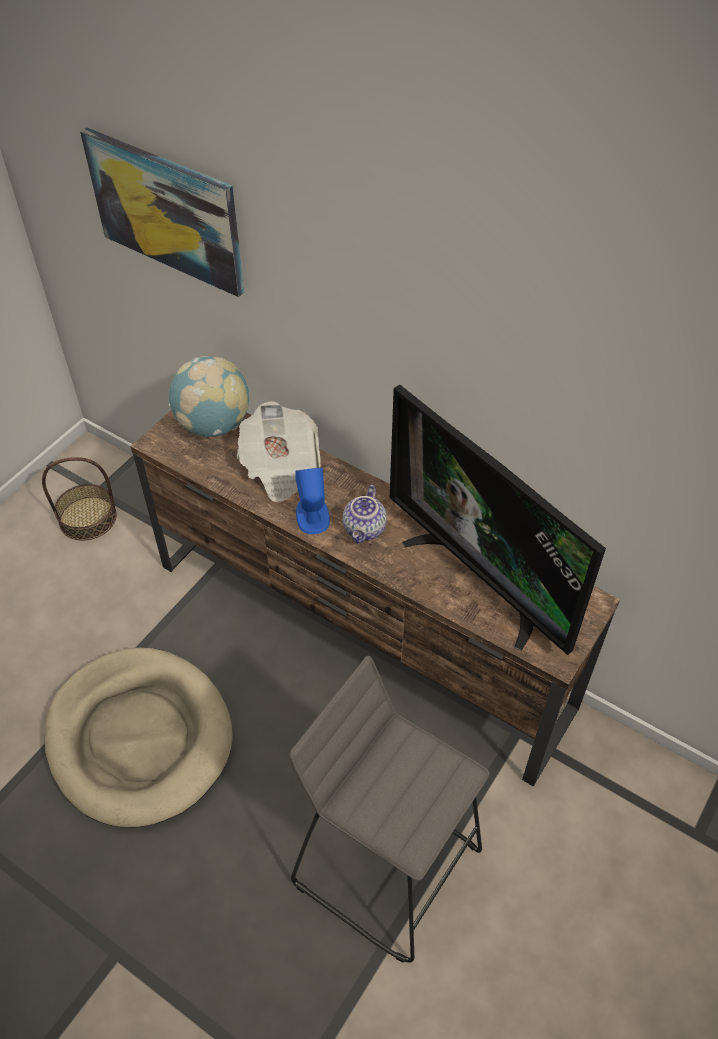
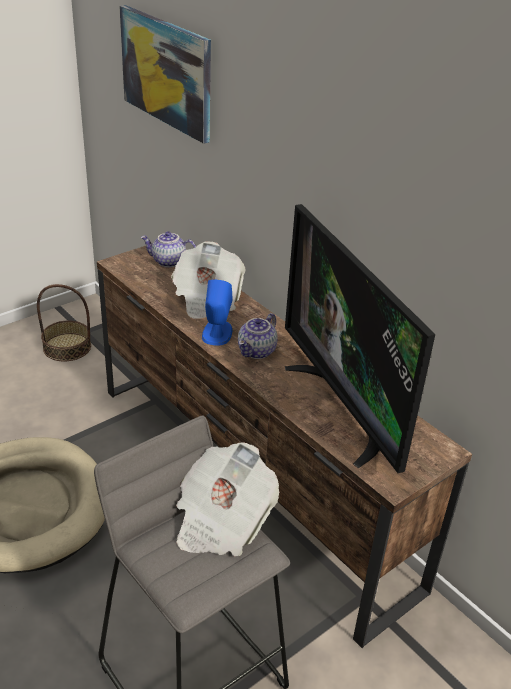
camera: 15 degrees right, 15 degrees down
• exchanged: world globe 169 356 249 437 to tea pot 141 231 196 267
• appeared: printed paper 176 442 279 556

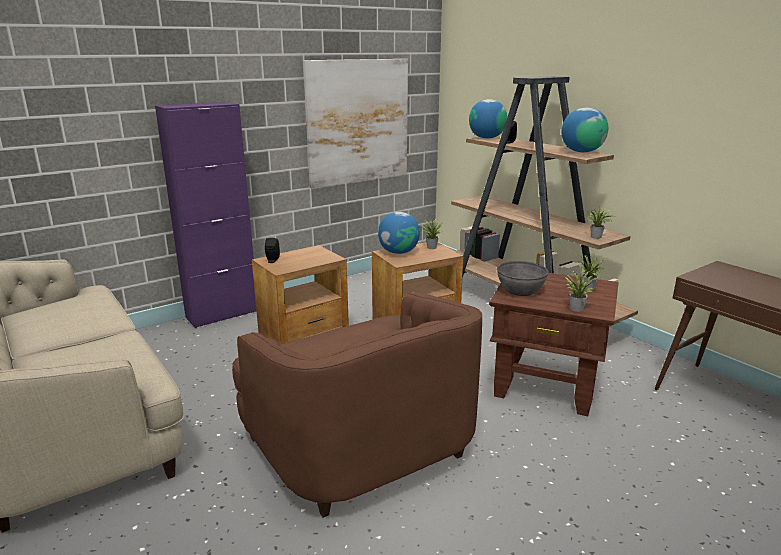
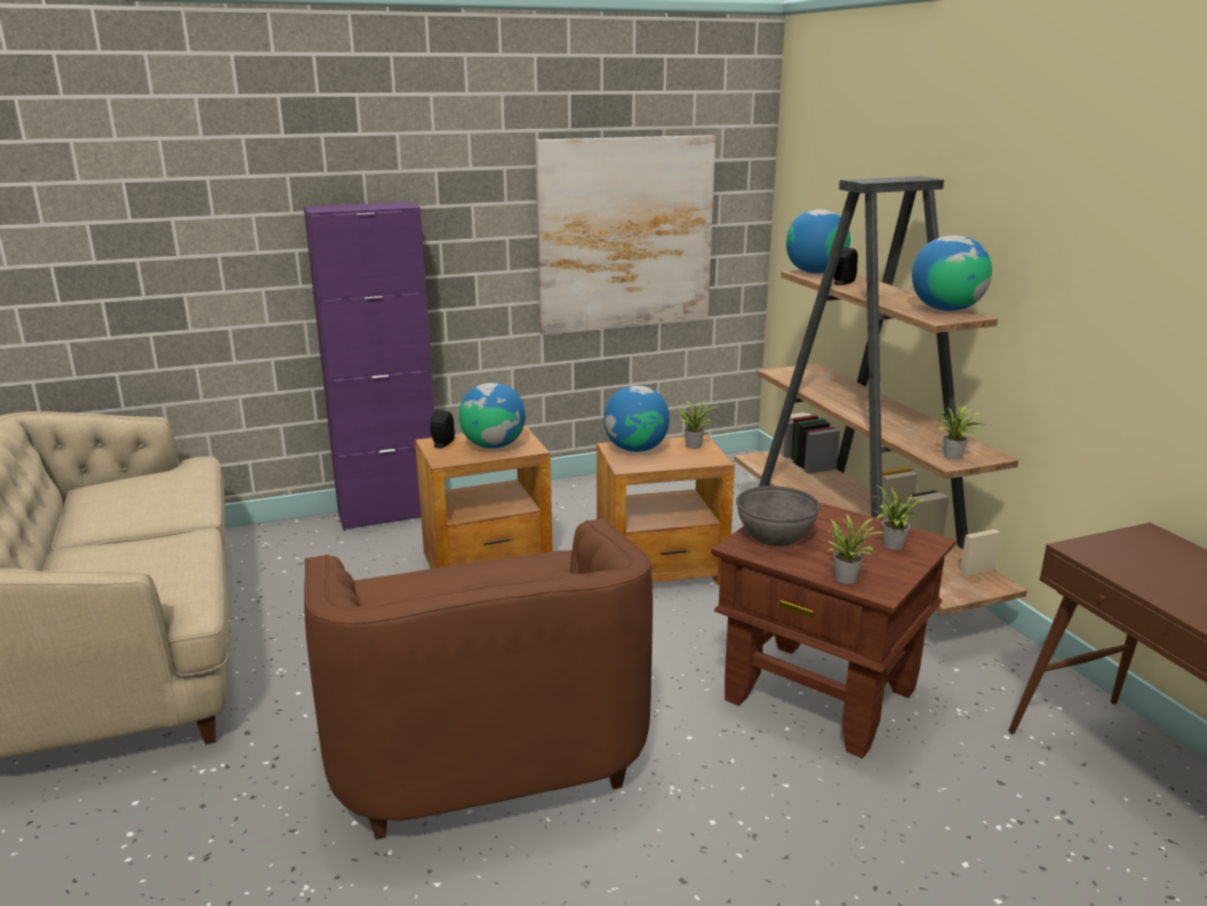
camera: 15 degrees right, 0 degrees up
• appeared: world globe 459 383 526 448

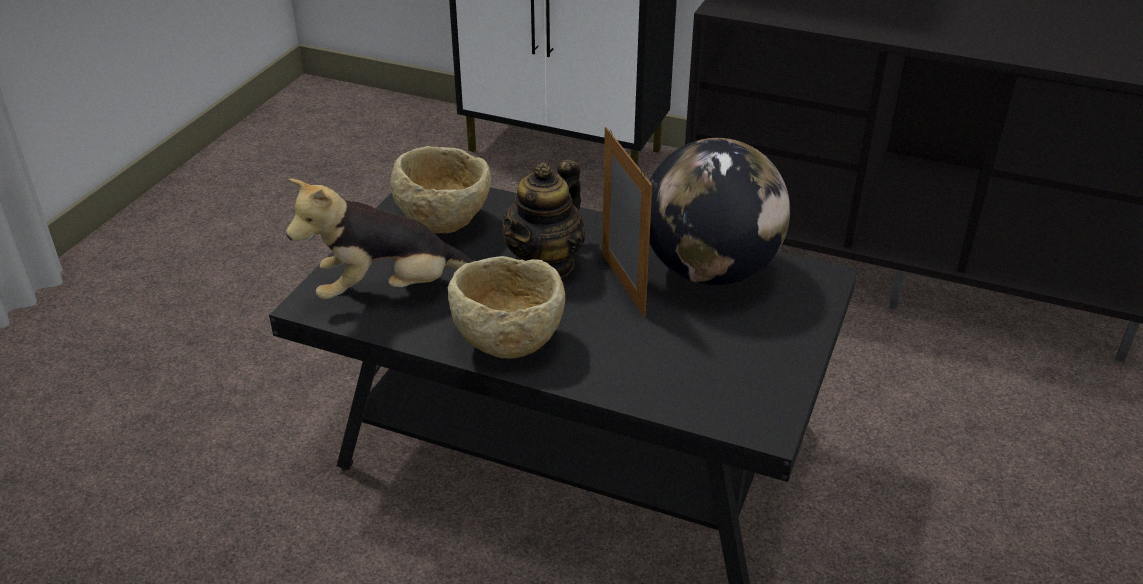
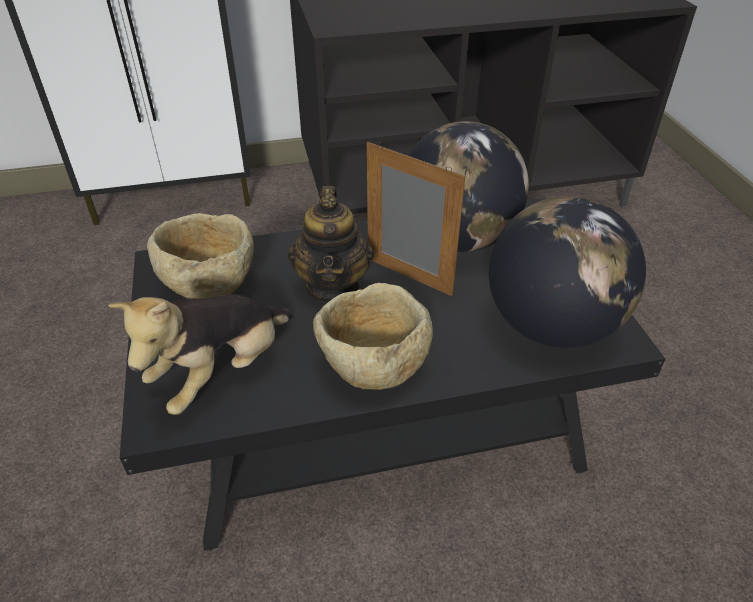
camera: 35 degrees left, 5 degrees up
• appeared: world globe 489 196 646 348

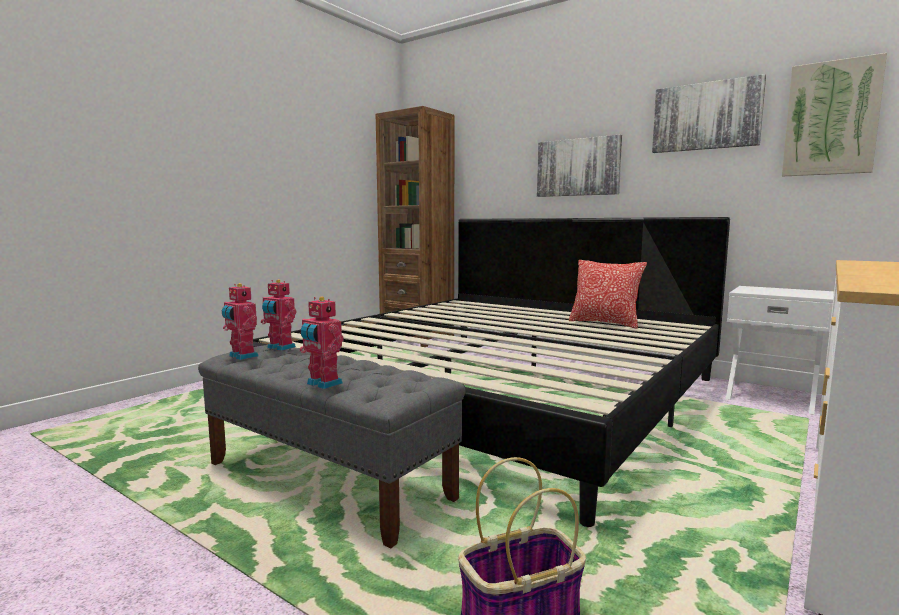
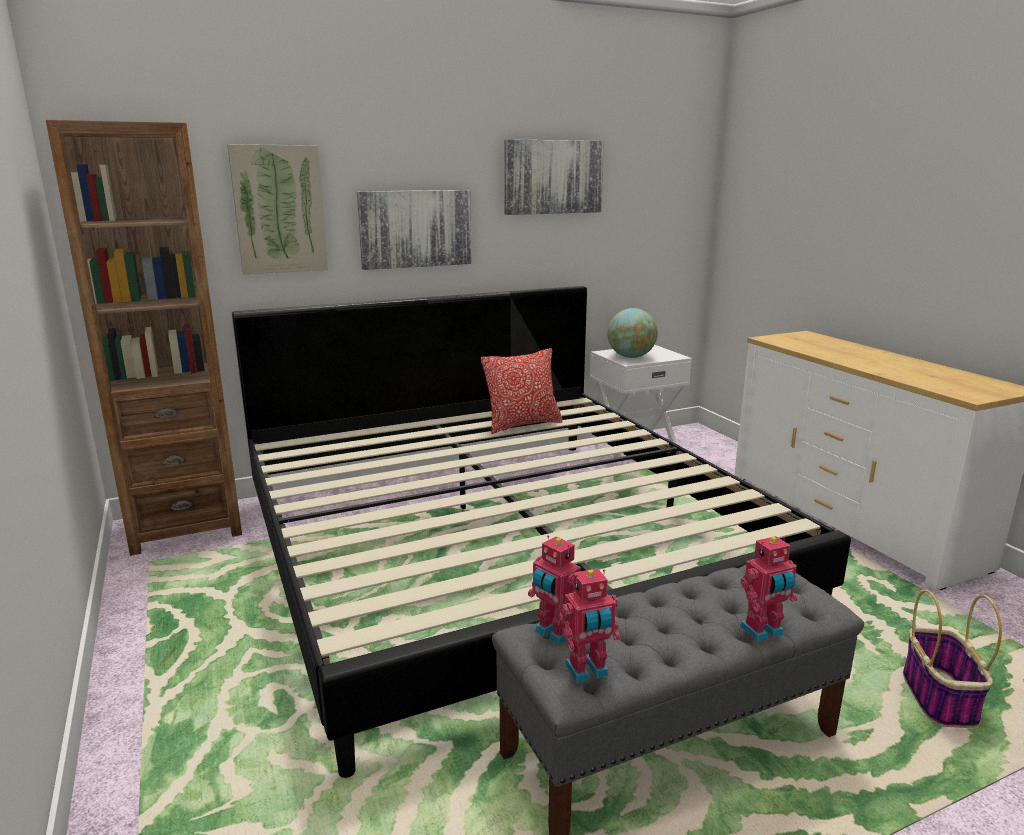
camera: 60 degrees left, 10 degrees up
• spun: model robot 261 279 296 351 = 528 535 581 645 75 degrees clockwise
• relocated: wall picture 782 53 887 177 to 227 144 328 275
• appeared: world globe 607 308 658 358

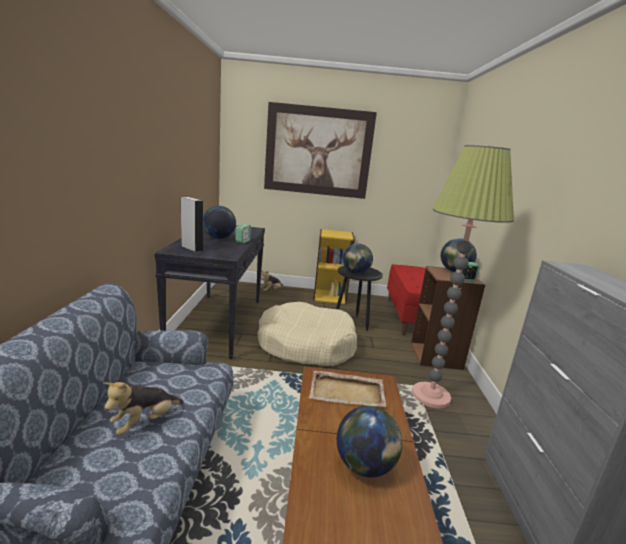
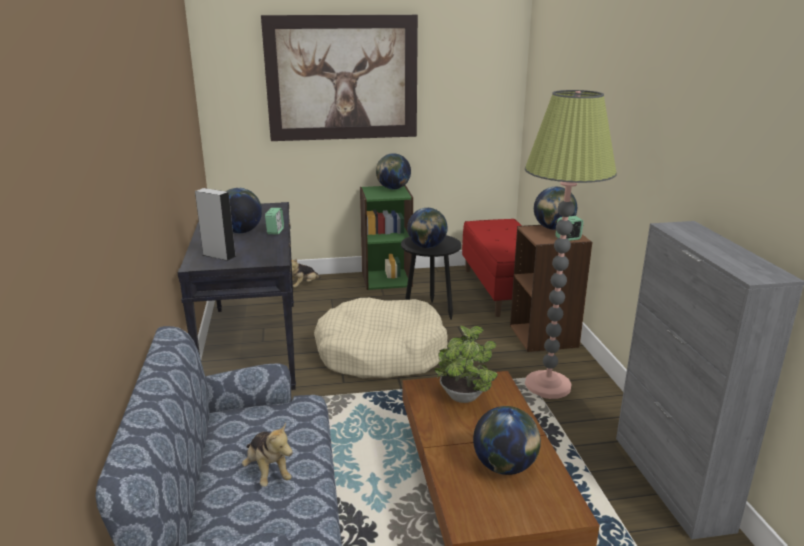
camera: 10 degrees left, 5 degrees up
• spun: plush toy 104 382 183 435 = 242 422 293 487 60 degrees counterclockwise
• exchanged: tray/beige-coloured 309 371 386 407 to houseplant 434 325 498 403
• colour: shelving unit/yellow-coloured 313 229 355 304 to shelving unit/green 360 185 413 290
• appeared: world globe 376 153 411 190

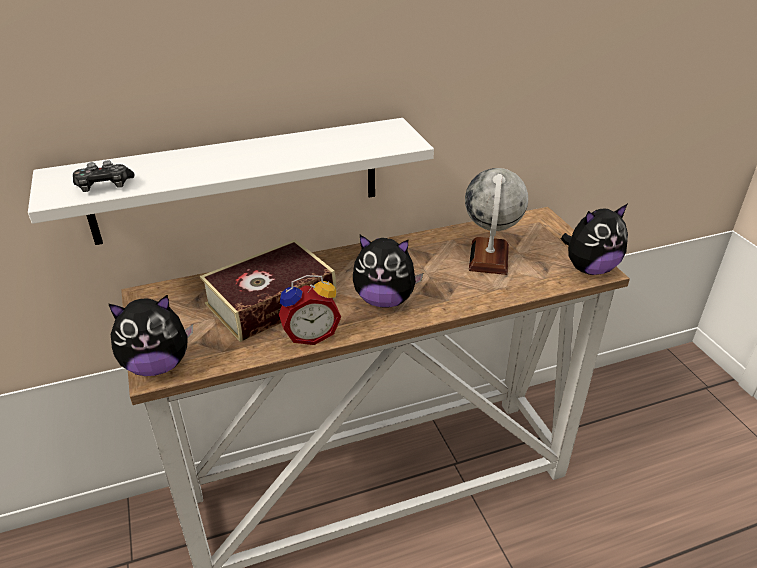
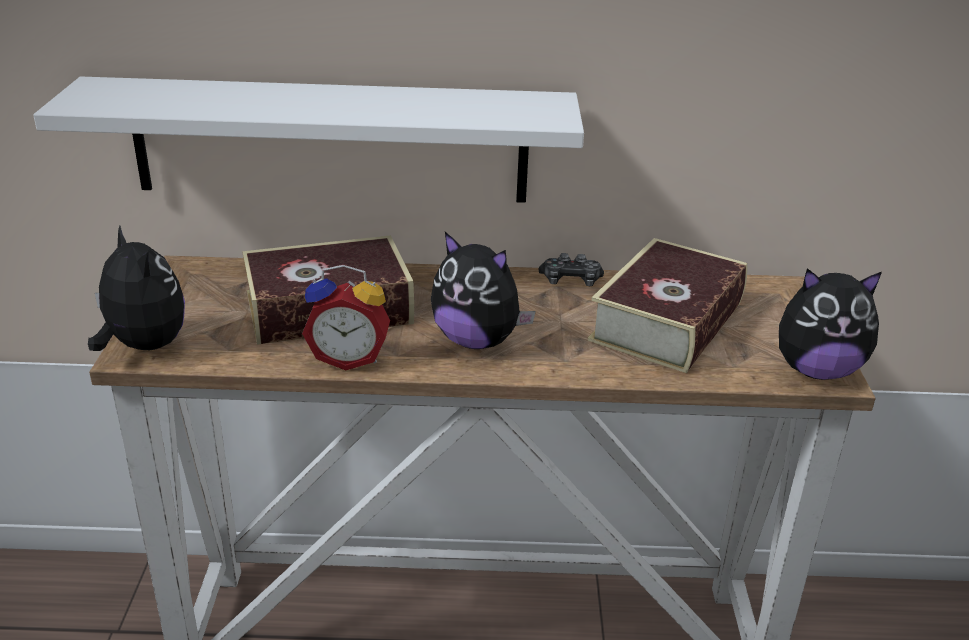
camera: 20 degrees right, 5 degrees down
• relocated: gamepad 73 160 135 192 to 538 253 604 286
• spun: plush toy 109 295 193 376 = 88 226 185 351 135 degrees counterclockwise
• exchanged: world globe 465 168 528 275 to volume 587 238 747 373

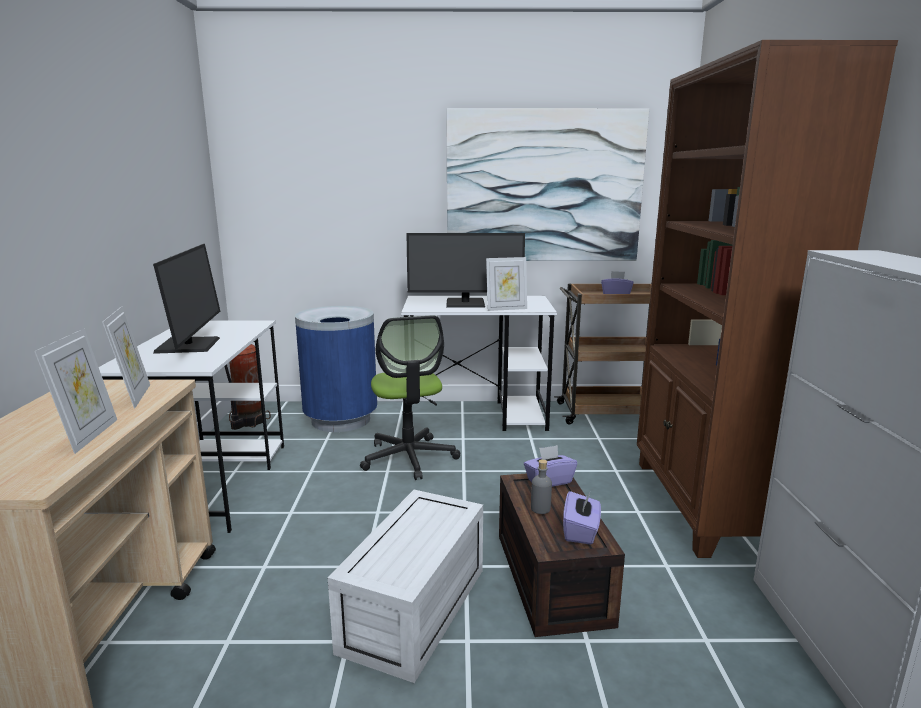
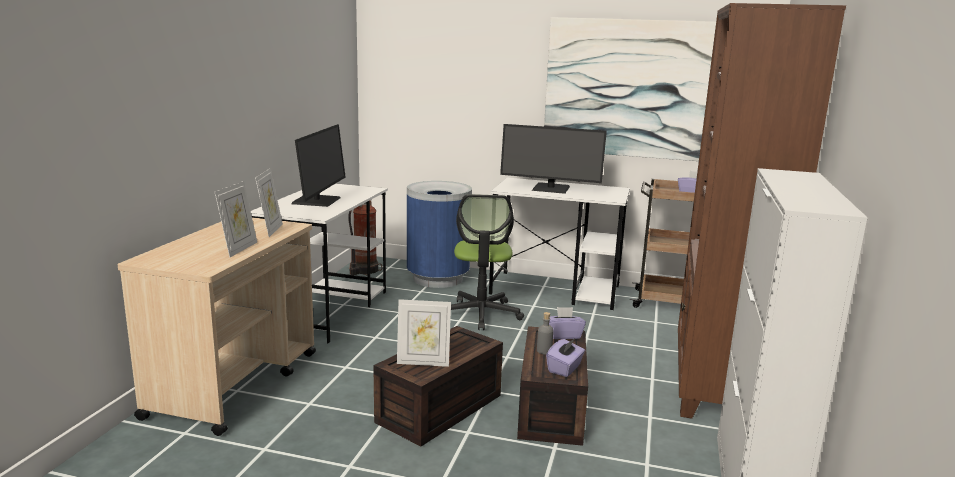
camera: 15 degrees right, 0 degrees up
• colour: storage container/white 328 490 483 683 to storage container/brownish 373 326 503 446
• relocated: picture frame 486 257 527 311 to 397 299 451 367

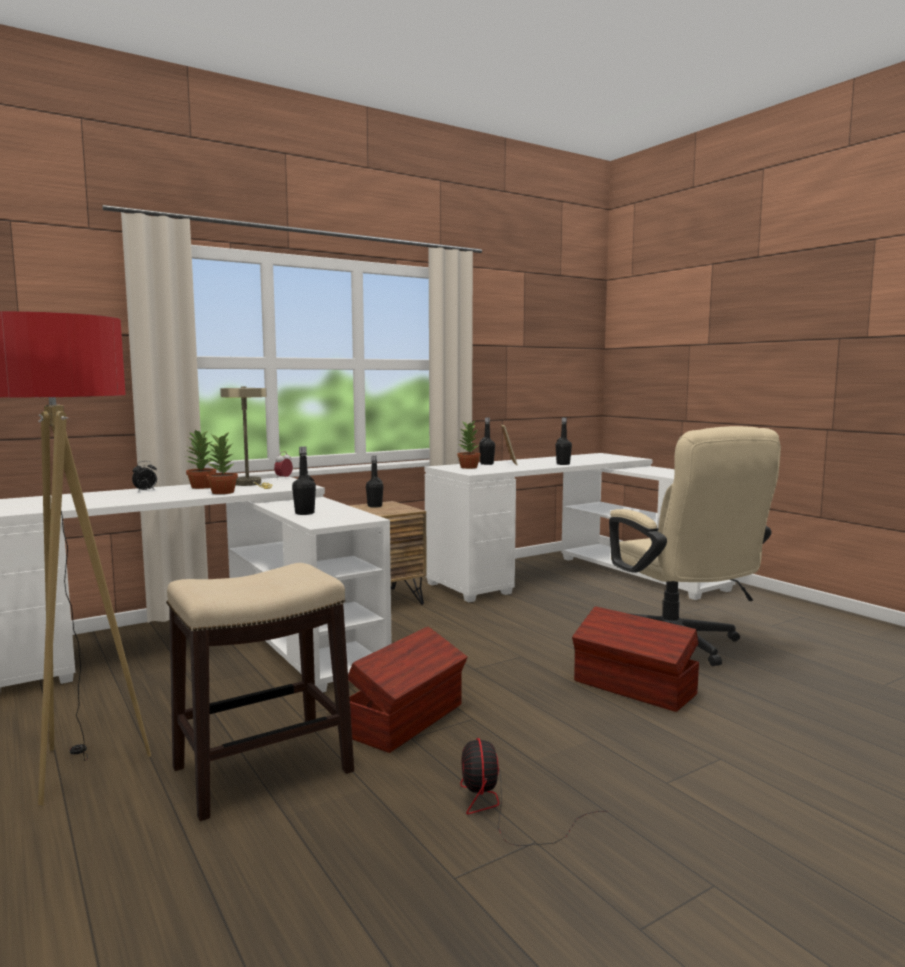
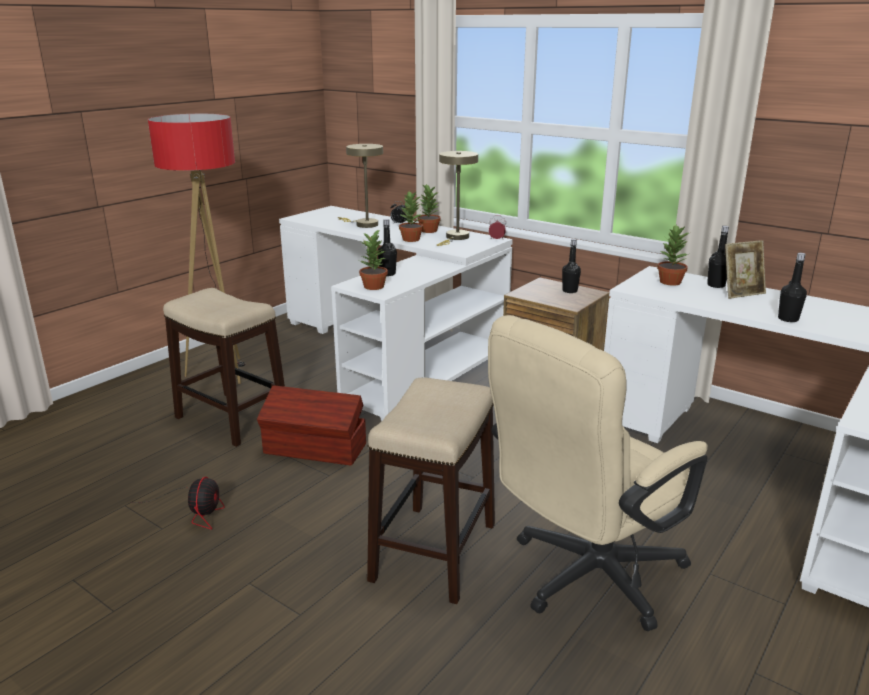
camera: 70 degrees right, 15 degrees up
• spun: fan 460 738 605 846 = 134 477 224 530 120 degrees clockwise
• exchanged: storage container/brownish 572 606 699 712 to stool 367 378 495 604
• appeared: lamp for a table/beige-coloured 338 144 383 228
• appeared: houseplant 359 229 388 290

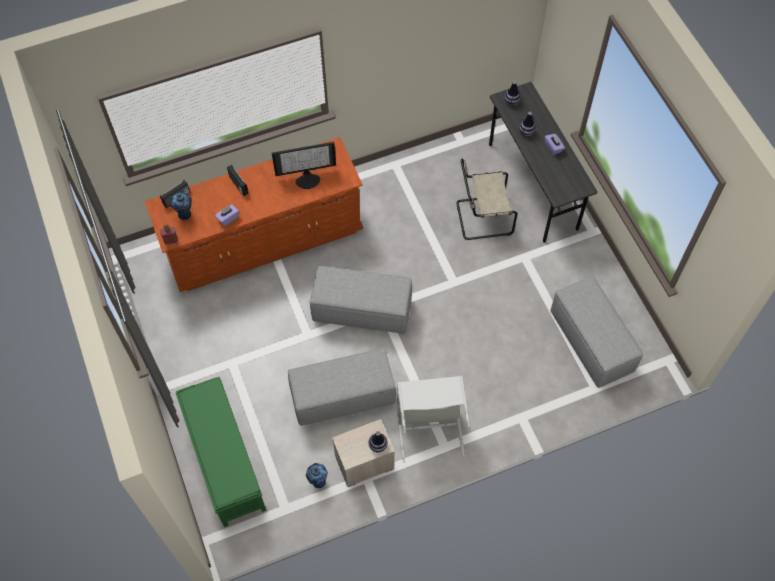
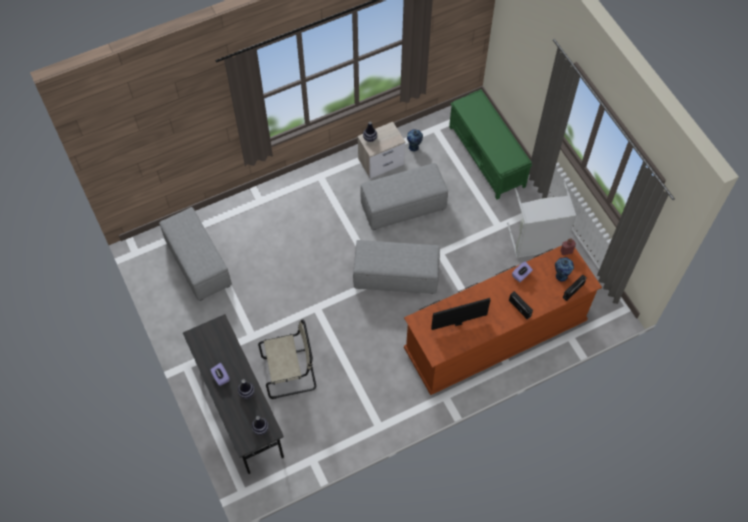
camera: 175 degrees right, 0 degrees up
• relocated: laundry basket/grey 397 376 470 463 to 507 180 577 258

